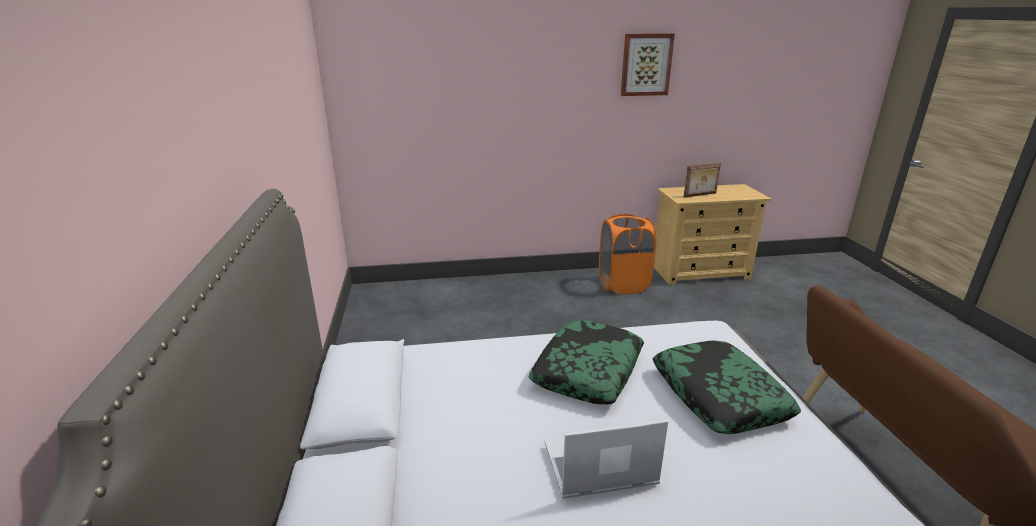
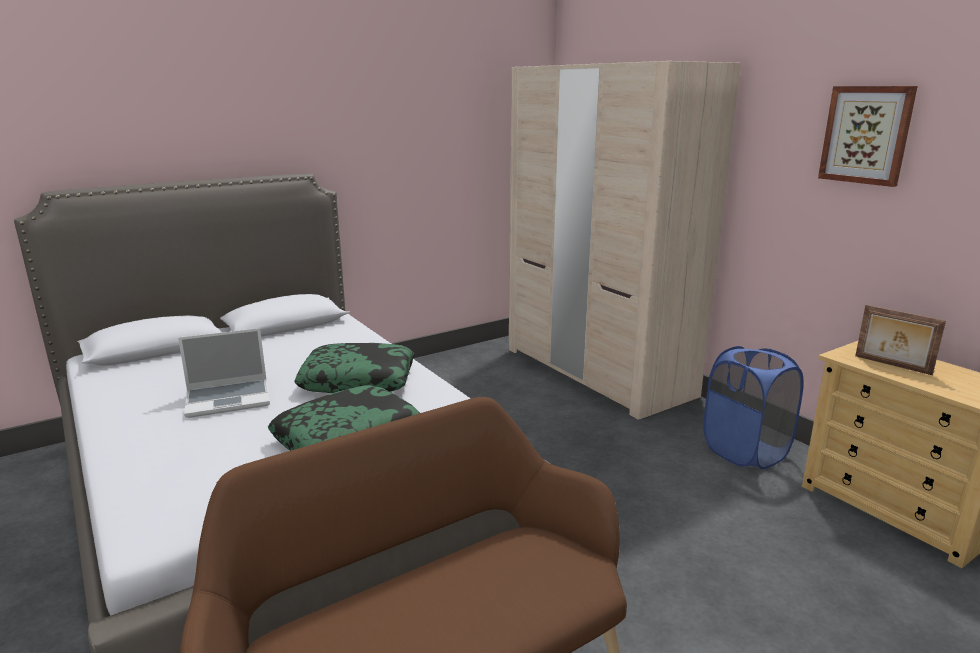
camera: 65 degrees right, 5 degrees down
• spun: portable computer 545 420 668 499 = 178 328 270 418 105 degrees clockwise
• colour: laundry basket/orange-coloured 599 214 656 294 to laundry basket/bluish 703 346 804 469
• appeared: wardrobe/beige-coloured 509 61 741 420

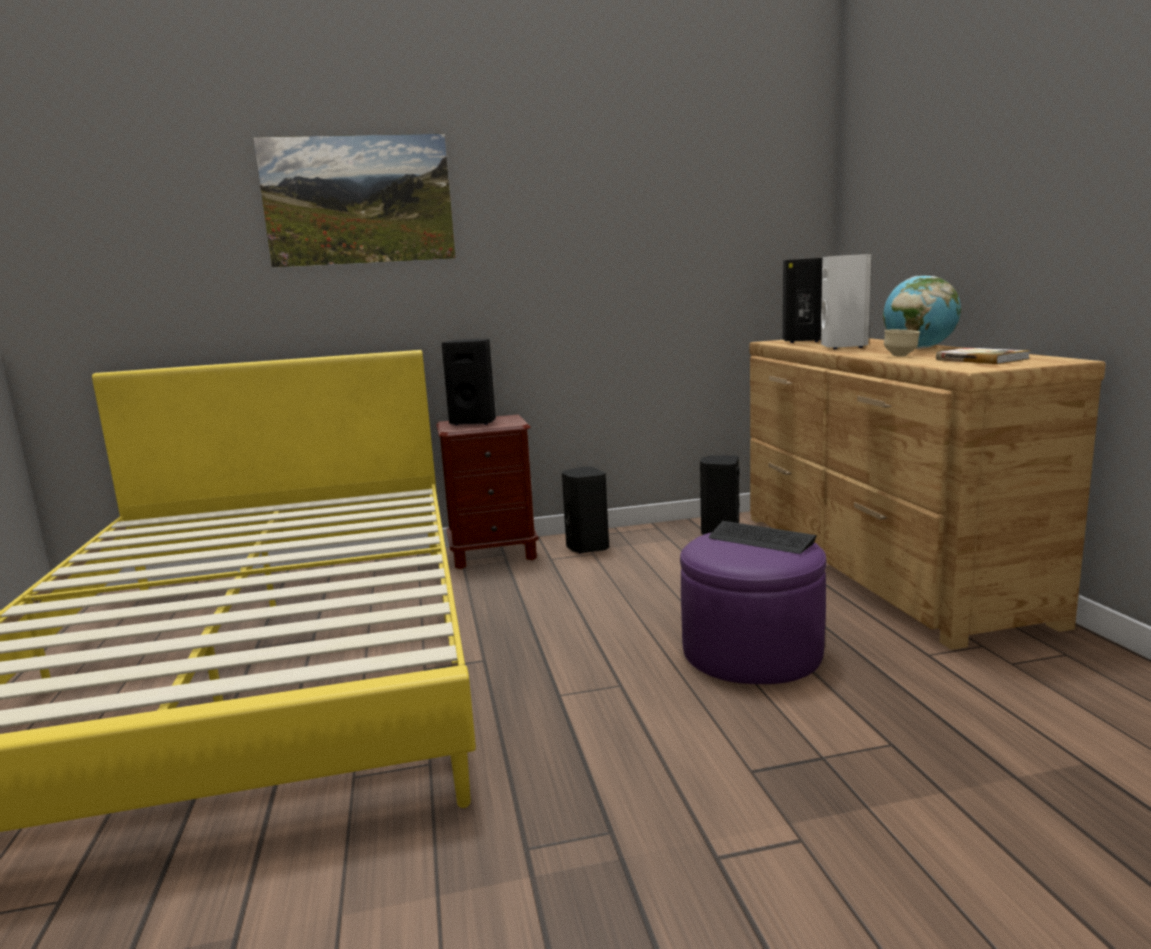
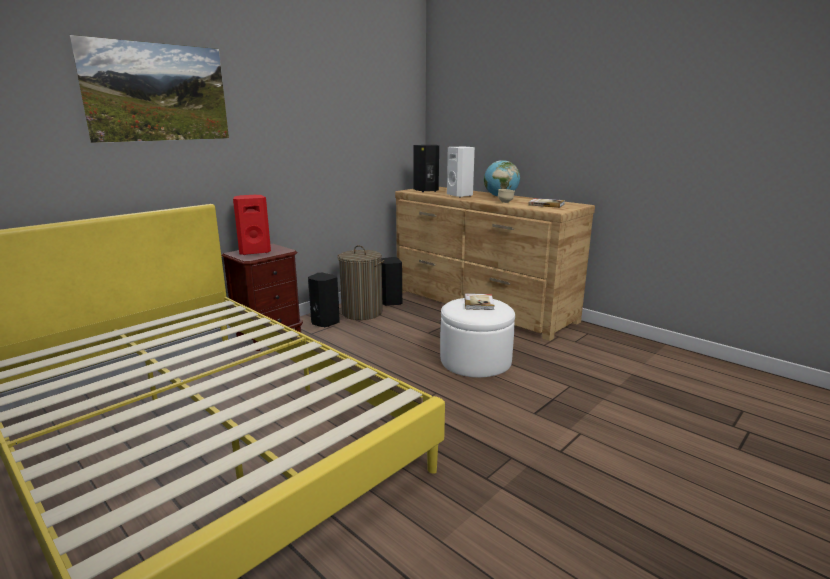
camera: 35 degrees left, 5 degrees up
• colour: audio speaker/black 441 339 496 425 to audio speaker/red 233 195 271 255
• colour: pouffe/purple 680 532 827 684 to pouffe/white 440 298 515 378
• exchanged: keyboard 709 521 817 554 to volume 464 293 494 310
• appeared: laundry basket 337 245 385 320

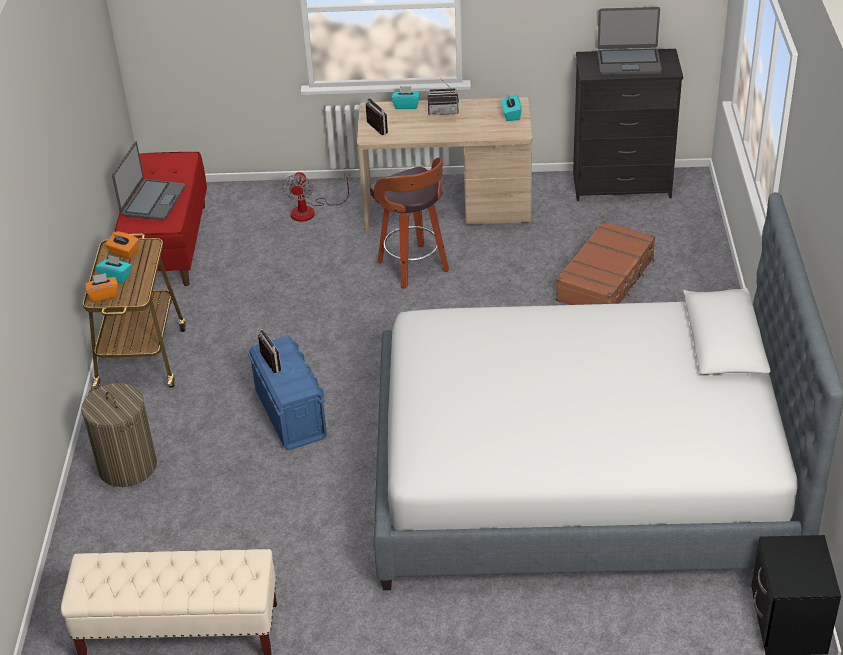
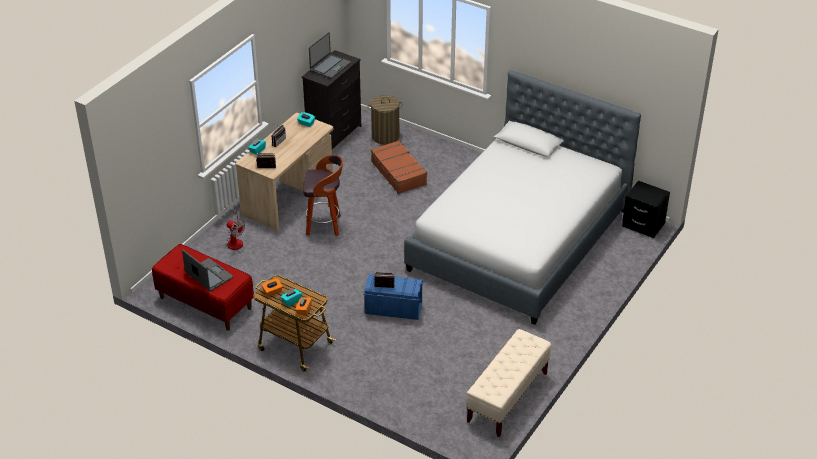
camera: 60 degrees left, 0 degrees up
• relocated: laundry basket 81 383 157 487 to 367 95 403 145

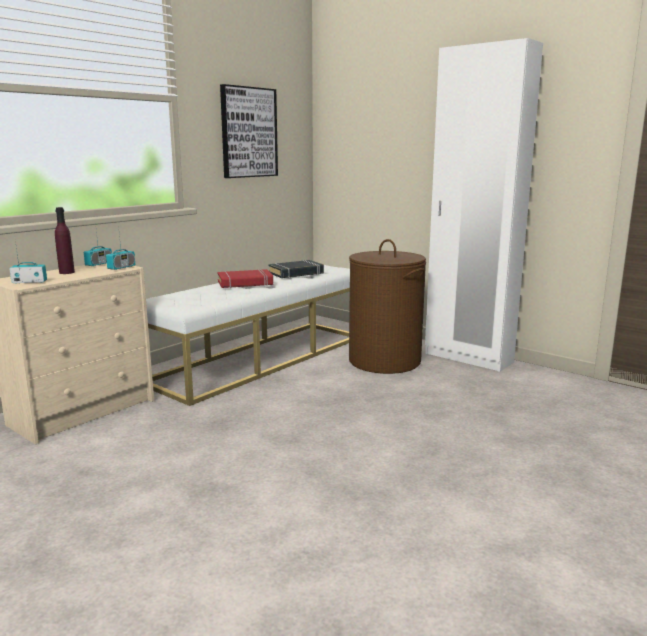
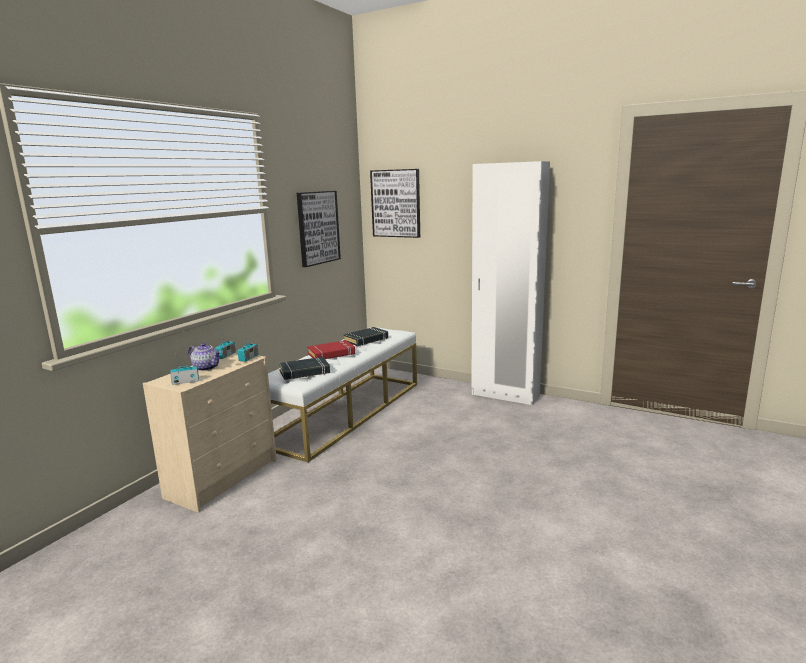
camera: 10 degrees left, 0 degrees up
• exchanged: bottle/purple 55 207 75 274 to tea pot 188 343 221 371
• missing: laundry basket/brownish 349 239 426 374
• appeared: volume/black 279 357 330 380
• appeared: wall picture 370 169 420 238

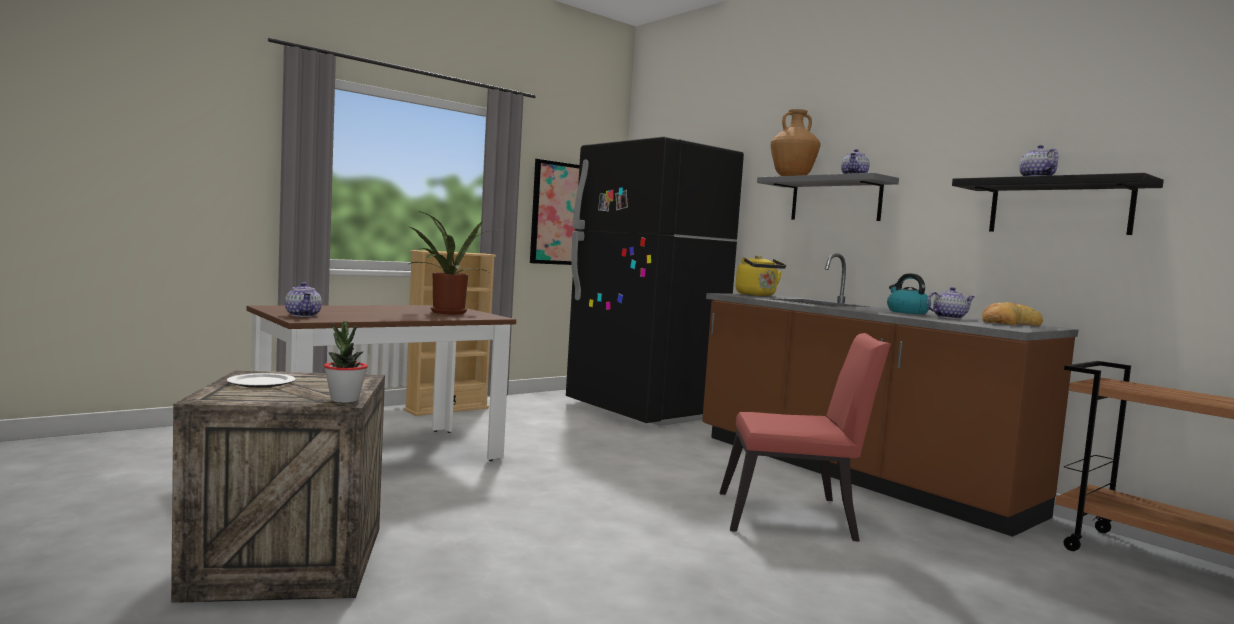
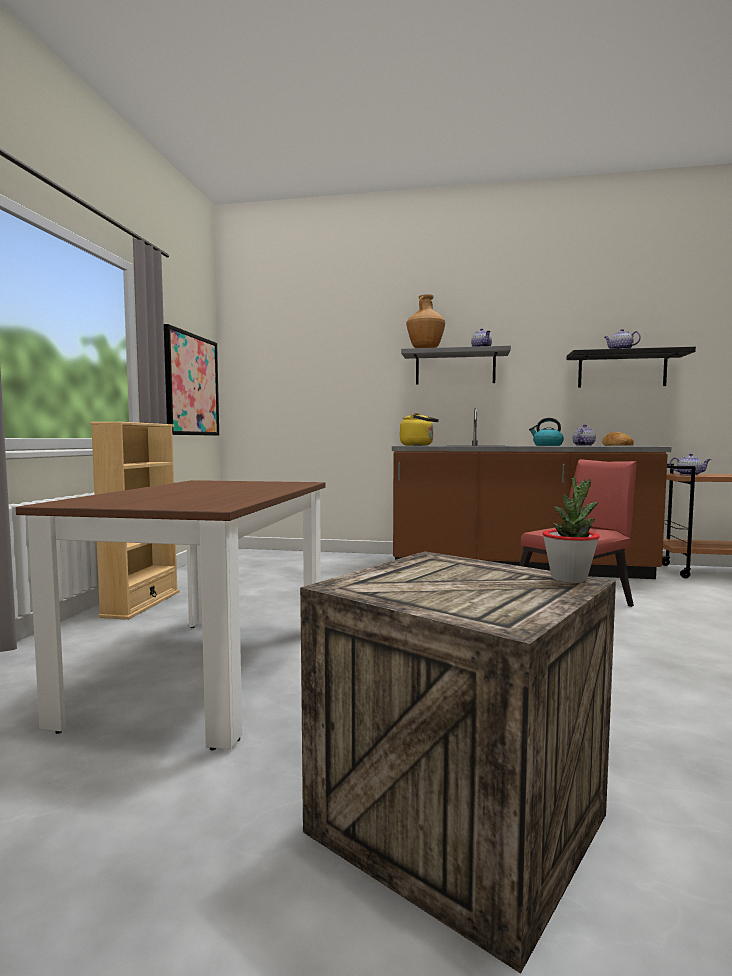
camera: 40 degrees left, 0 degrees up
• missing: flat dish 227 373 295 388
• relocated: tea pot 285 282 322 317 to 669 453 711 475
• missing: houseplant 409 211 501 314
• missing: kitchen fridge/black 566 137 744 426

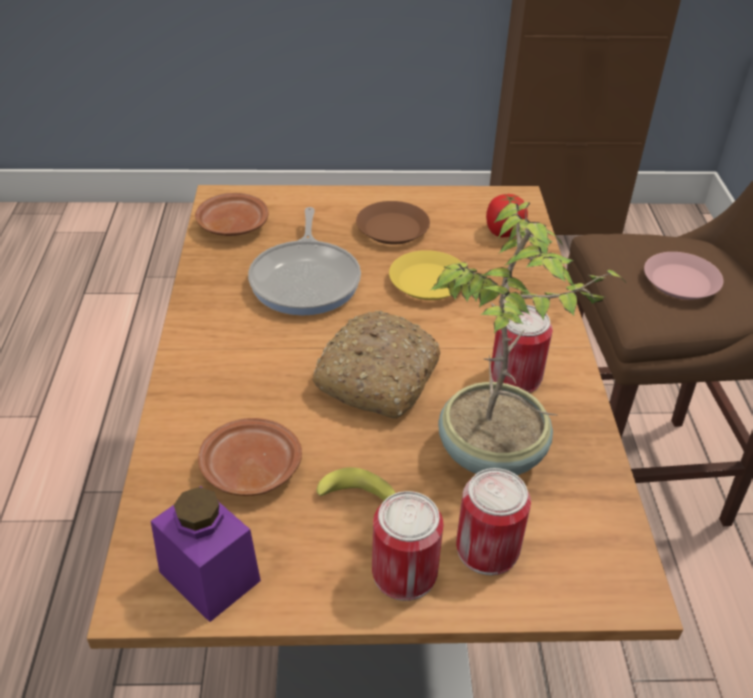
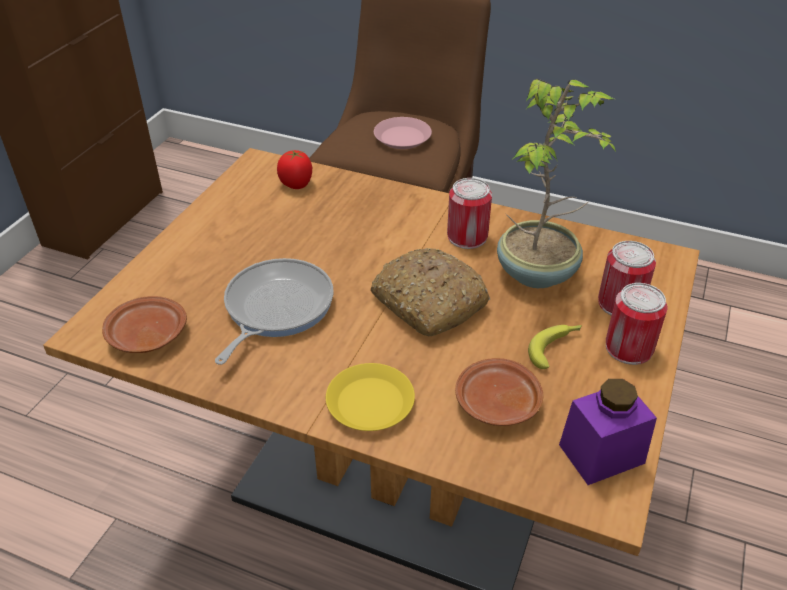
camera: 65 degrees left, 0 degrees up
• spun: frying pan 248 207 361 316 = 215 258 334 365 90 degrees counterclockwise
• missing: flat dish/brownish 356 201 430 244
• relocated: flat dish/yellow-coloured 389 250 462 300 to 326 363 415 431

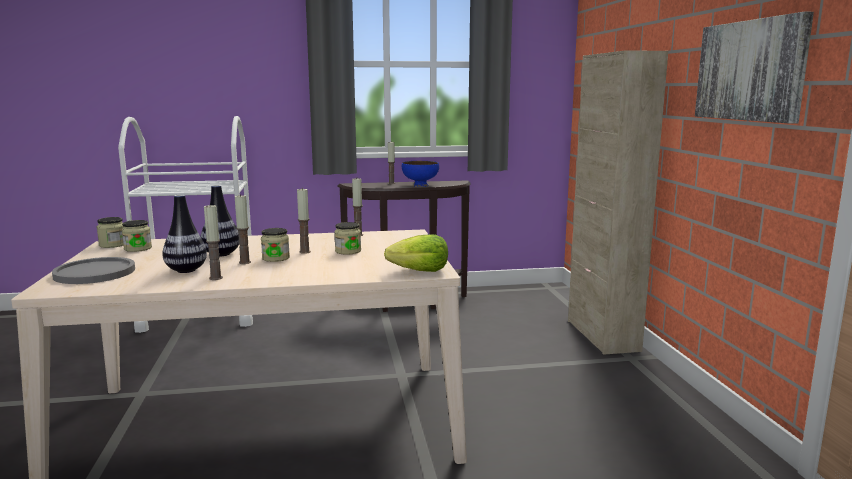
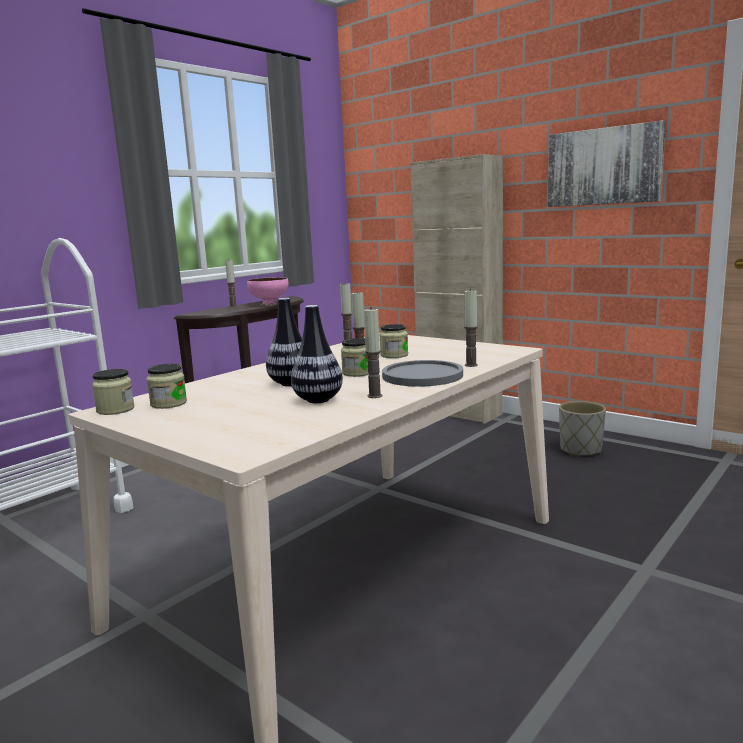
camera: 40 degrees left, 0 degrees up
• relocated: flat dish/grey 52 257 135 284 to 382 360 463 387
• relocated: wax candle 235 195 251 264 to 464 289 478 367
• missing: head of lettuce 384 234 448 272
• colour: bowl/bluish 402 161 439 187 to bowl/pinkish 247 277 289 305
• appeared: planter/grey 559 401 606 457

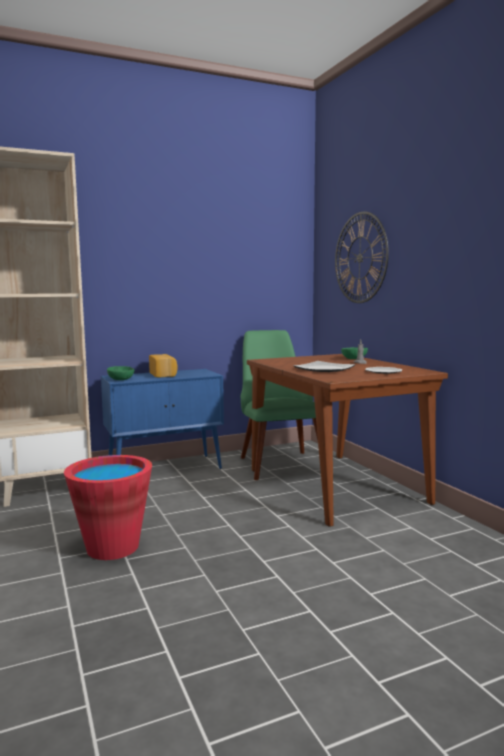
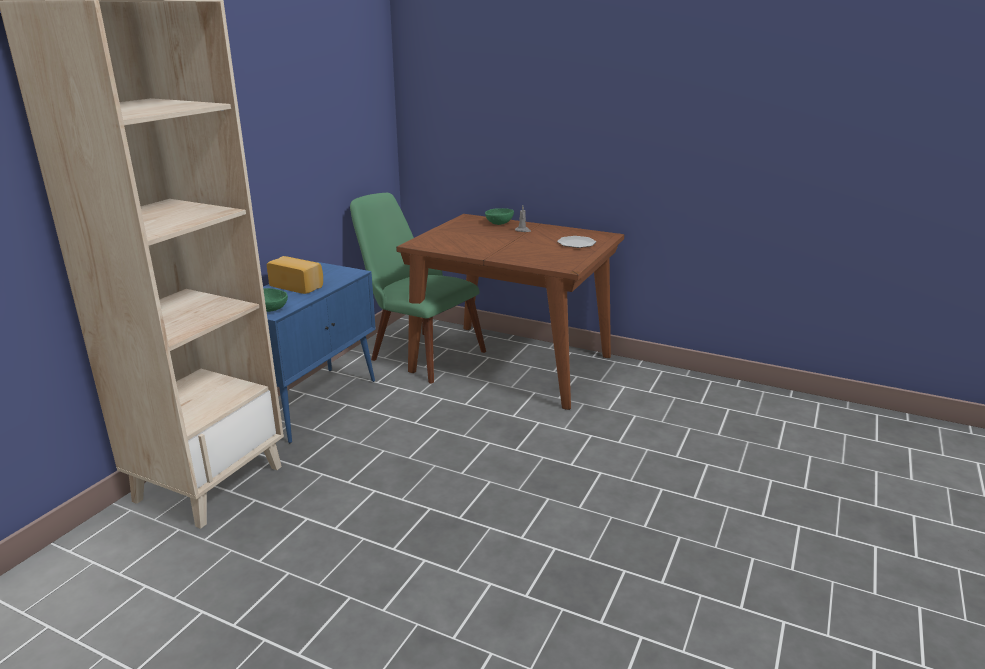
camera: 40 degrees left, 15 degrees up
• missing: water bucket/red 64 455 152 560
• missing: flat dish 293 361 355 372
• missing: hanging clock 335 212 389 303

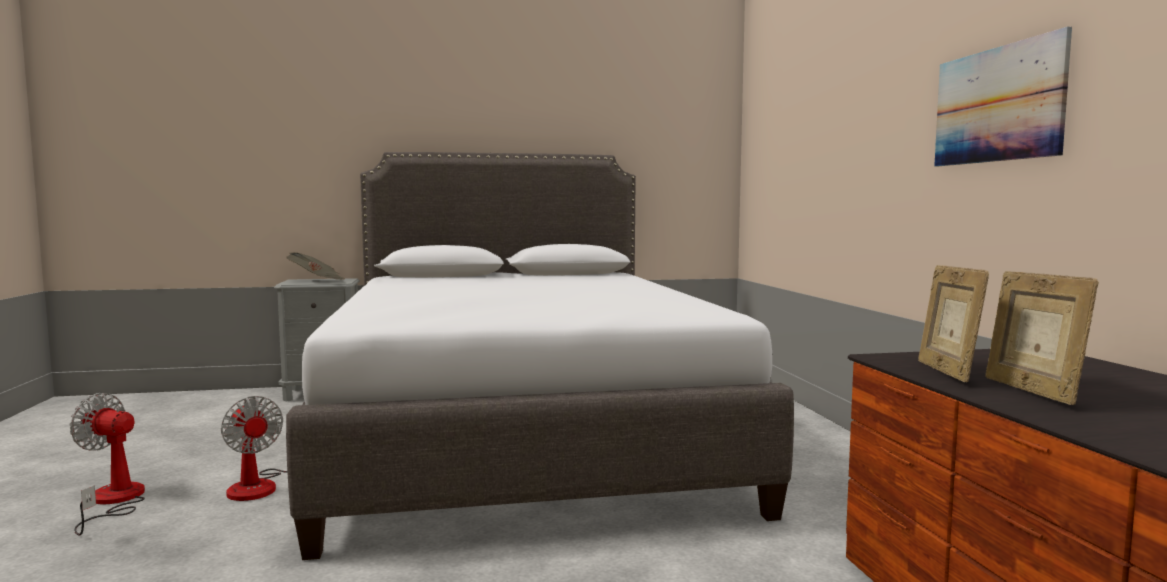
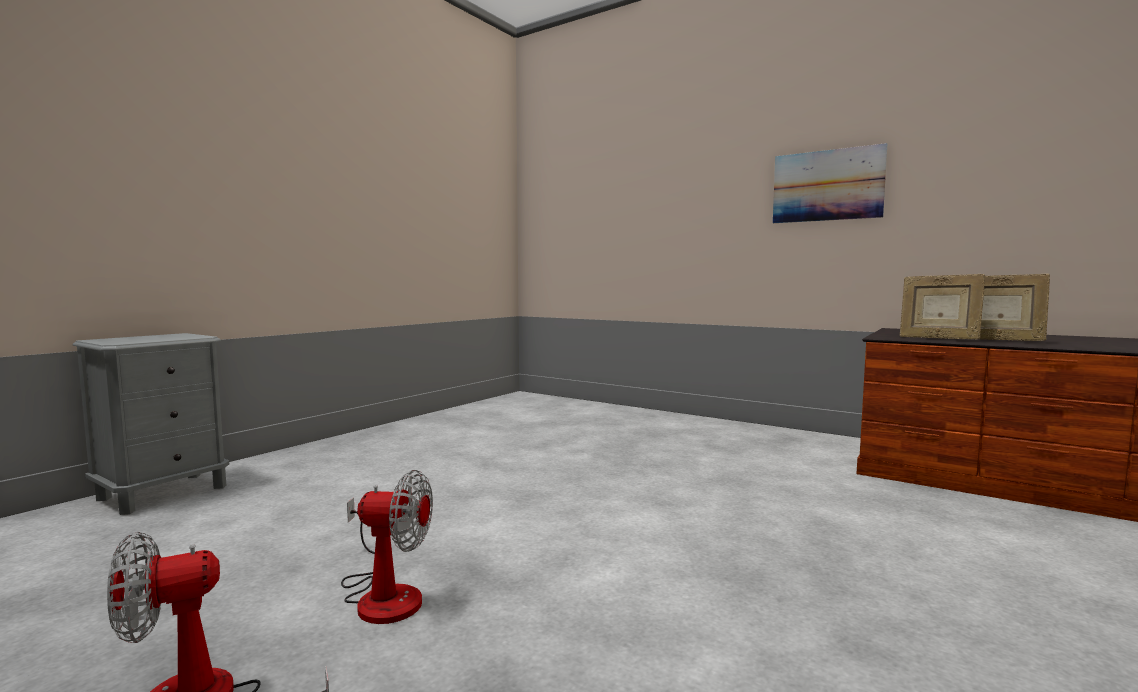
camera: 45 degrees left, 0 degrees up
• missing: sleeping bed/grey 286 152 794 560
• missing: printed paper 286 252 345 280

